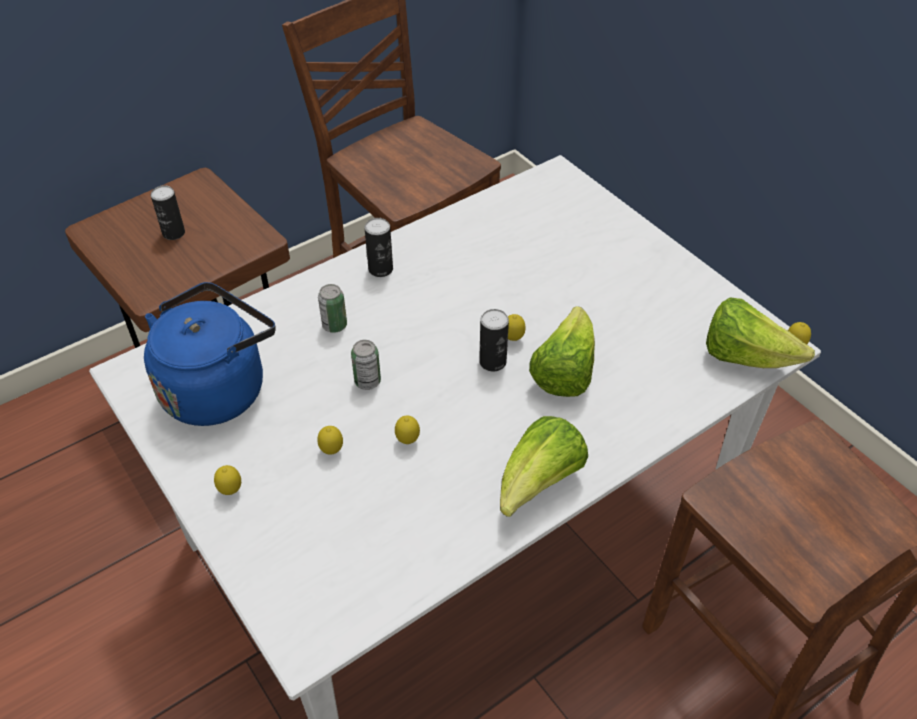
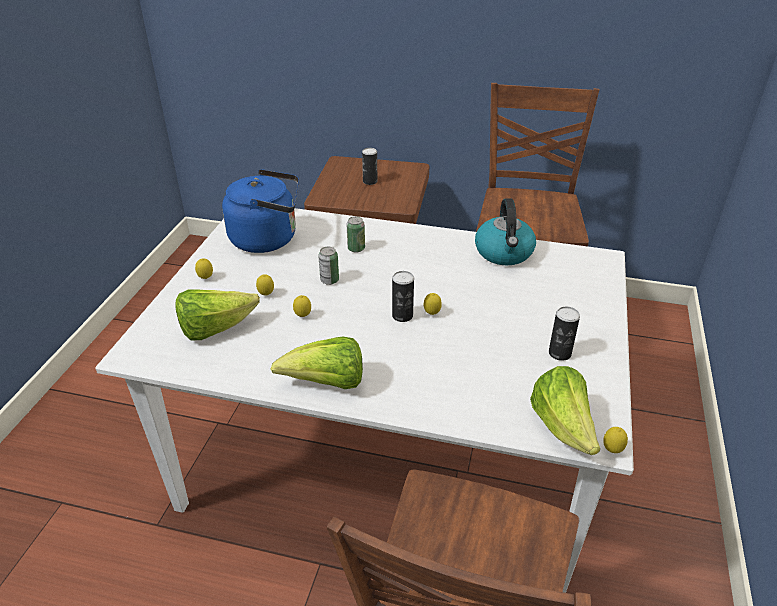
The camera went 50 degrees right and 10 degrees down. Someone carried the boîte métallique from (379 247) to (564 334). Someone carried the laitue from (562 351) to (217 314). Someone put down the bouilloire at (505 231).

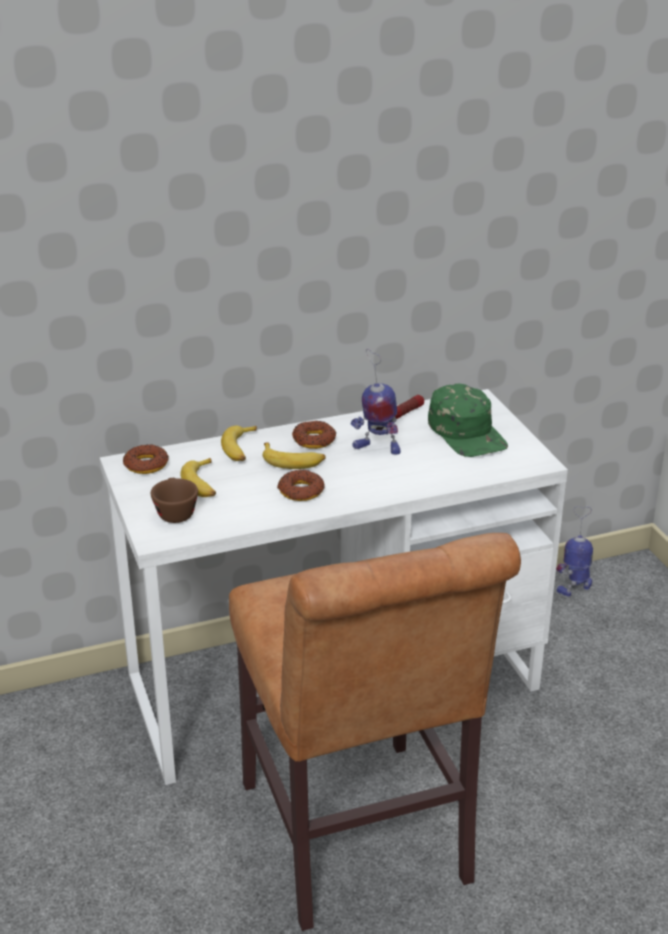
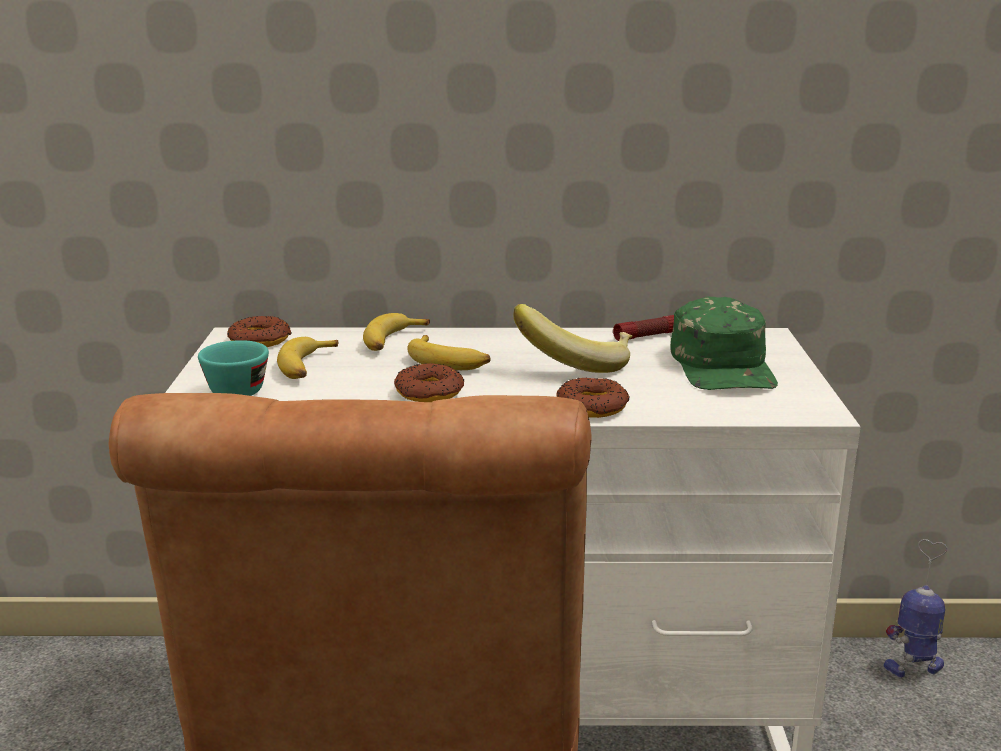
The camera went 20 degrees right and 10 degrees down. Someone swapped the robot jouet at (375 402) for the banane at (572 338). Someone carried the beignet from (314 435) to (593 398). Someone repainted the tasse/marron at (174 500), which became the tasse/turquoise at (233 368).

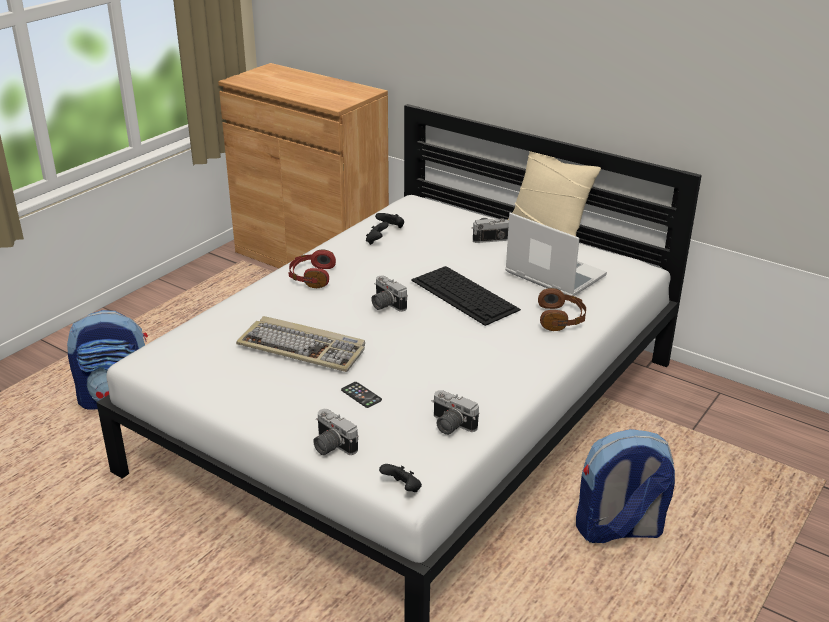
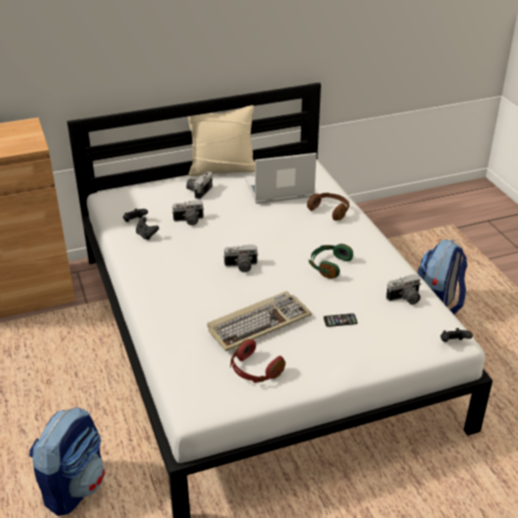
The camera went 55 degrees left and 5 degrees up. Someone carried the casque audio/rouge from (312 269) to (257 361). Someone took away the clavier at (466 296). Someone carried the appareil photo from (335 432) to (188 212). Someone put down the casque audio/vert at (331 261).

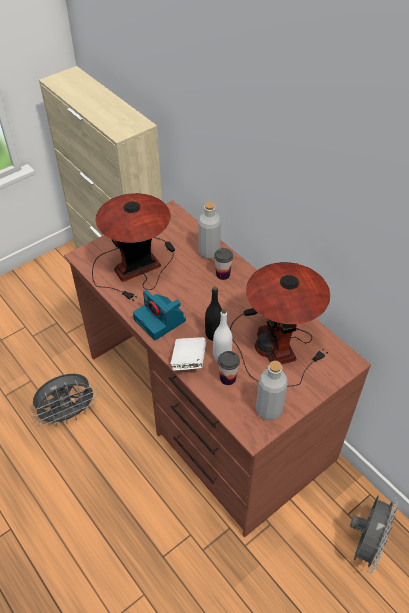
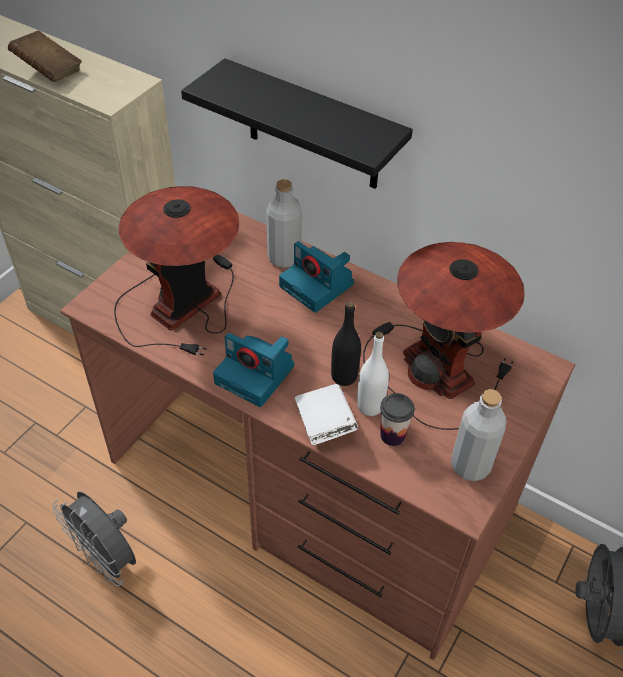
The camera went 20 degrees left and 0 degrees up. Someone swapped the tasse at (223 264) for the appareil photo at (316 277). Someone rotated the ventilateur/gris at (65 400) by 90 degrees clockwise. Someone put down the livre/marron at (45 56). Someone put up the étagère/noir at (297 123).

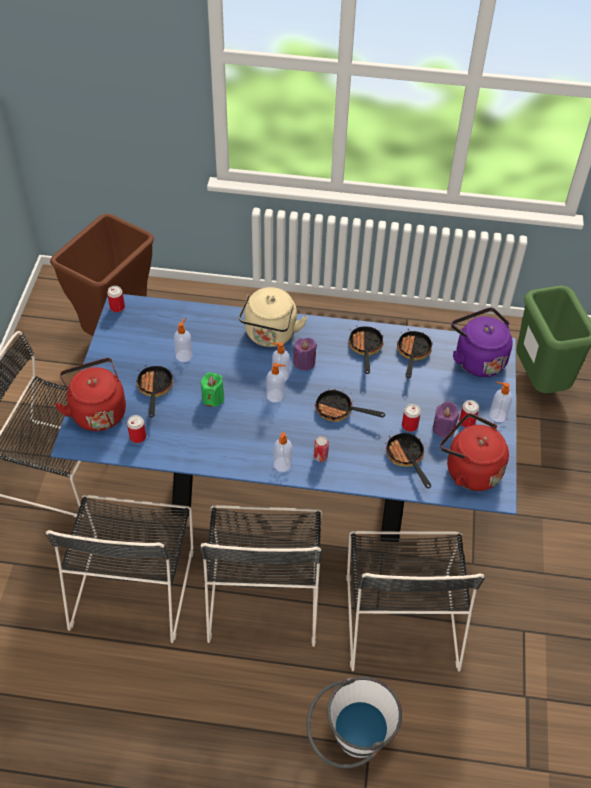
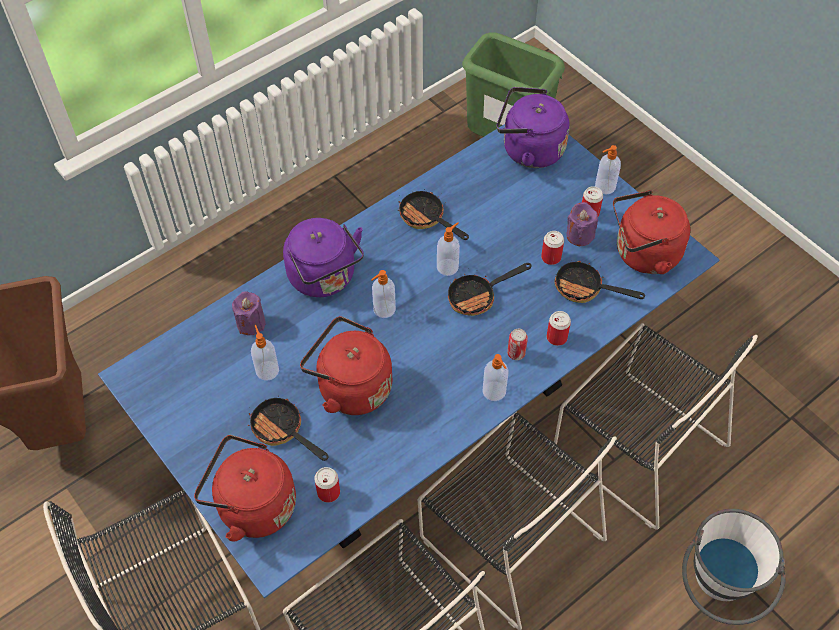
The camera went 45 degrees left and 5 degrees up. Someone carried the boîte métallique from (116 299) to (559 328). Someone repainted the bouilloire/beige at (273 317), which became the bouilloire/violet at (323 257). Someone took away the poêle at (415 353). Someone carried the bougie/violet from (305 354) to (249 313). Someone carried the distributeur de savon from (276 383) to (448 249). Someone swapped the bougie/vert at (212 389) for the bouilloire/rouge at (346 365).

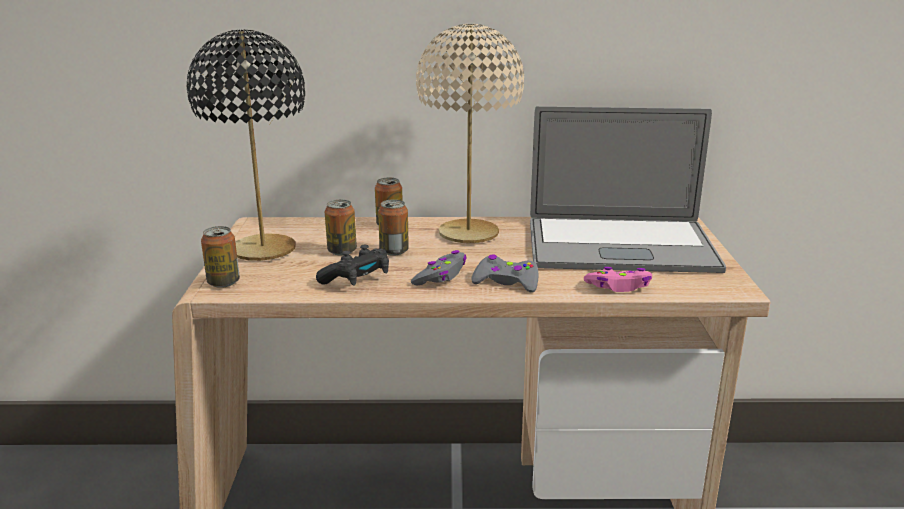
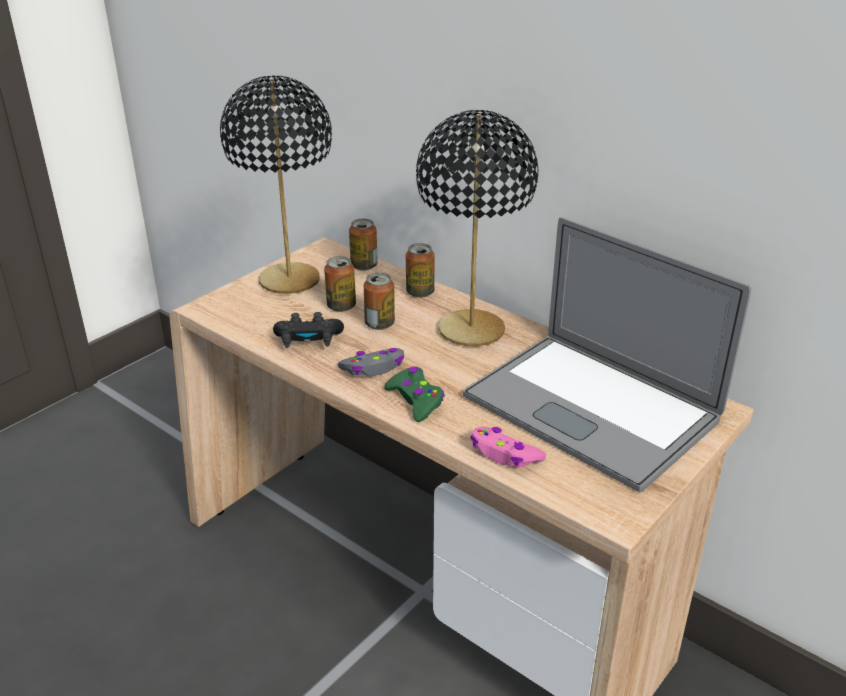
The camera went 40 degrees right and 10 degrees up. Someone repainted the lampe de table/beige at (470 133), which became the lampe de table/noir at (477 228). Someone carried the boîte métallique from (220 257) to (363 245). Someone repainted the manette/gris at (504 273), which became the manette/vert at (414 394).

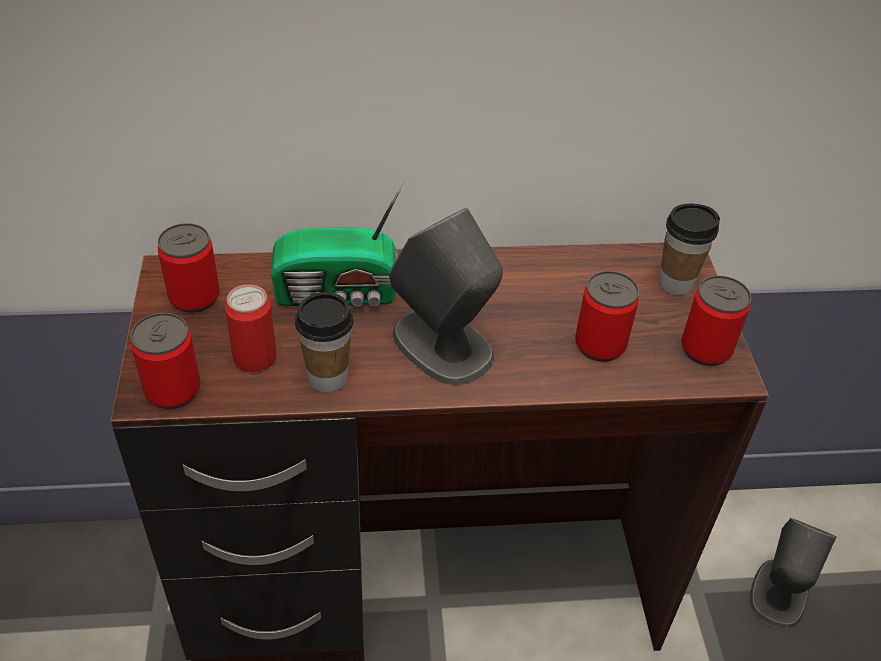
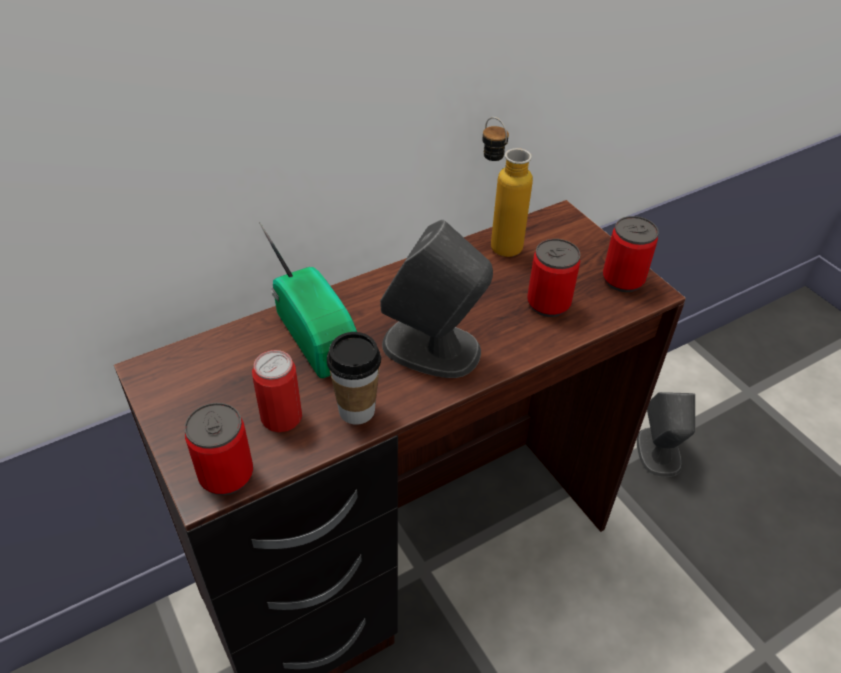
The camera went 25 degrees left and 0 degrees up. Someone rotated the radio at (337 243) by 90 degrees counterclockwise. Someone took away the tasse at (689 249). Someone took away the boîte métallique at (189 268). Someone put down the bouteille at (507 187).

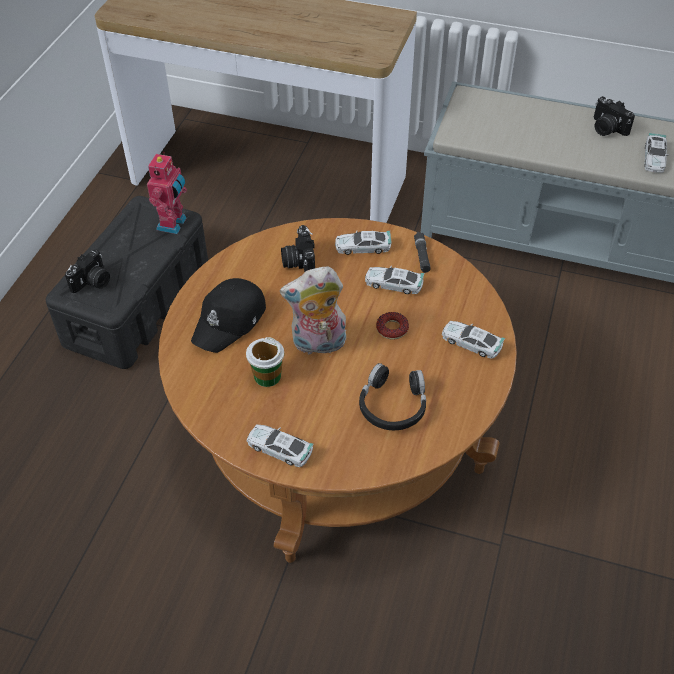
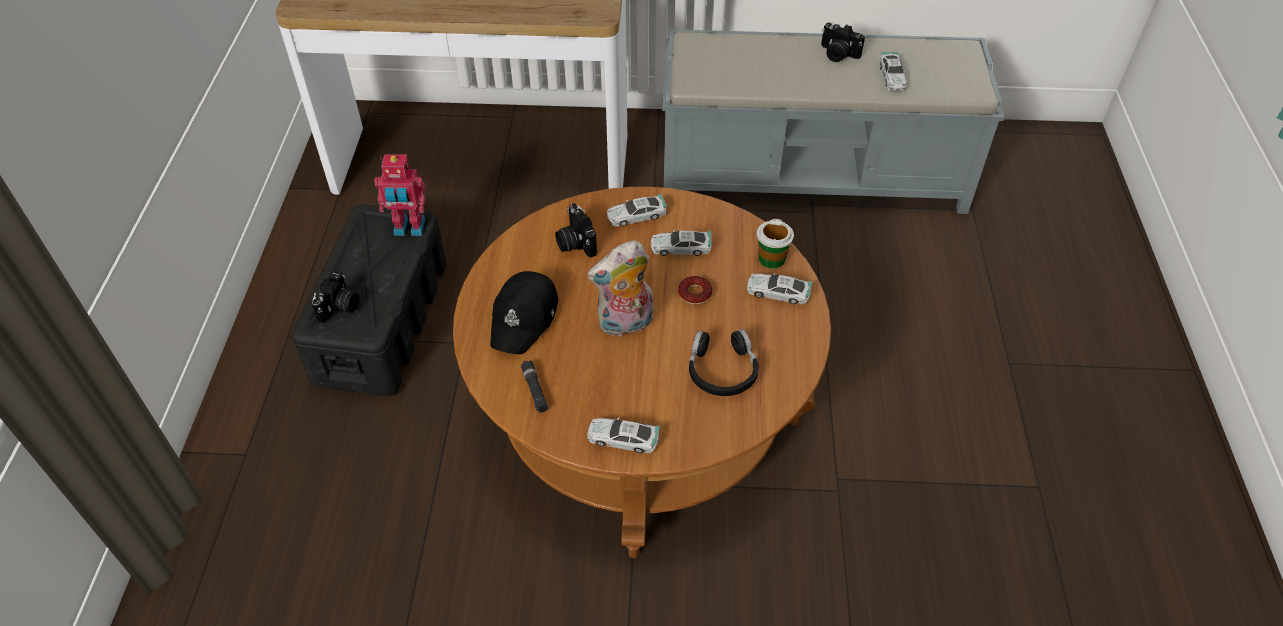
The camera went 15 degrees left and 0 degrees up. Someone rotated the robot jouet at (167 193) by 90 degrees clockwise. Someone carried the lampe de poche/noir from (422 252) to (534 386). Someone carried the tasse from (265 362) to (775 244).

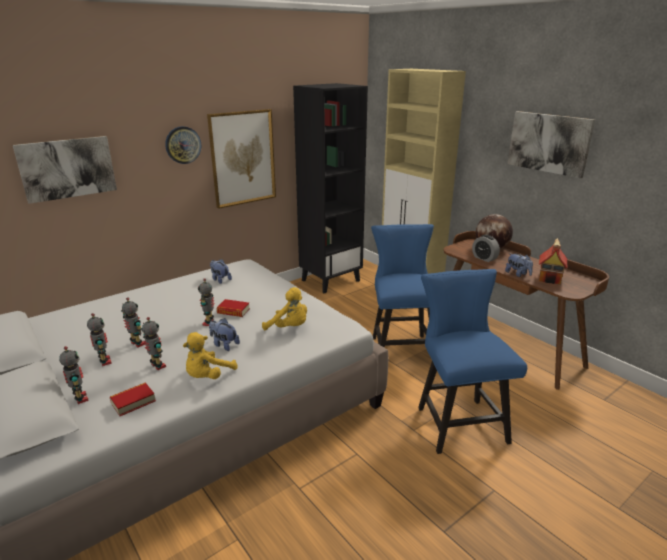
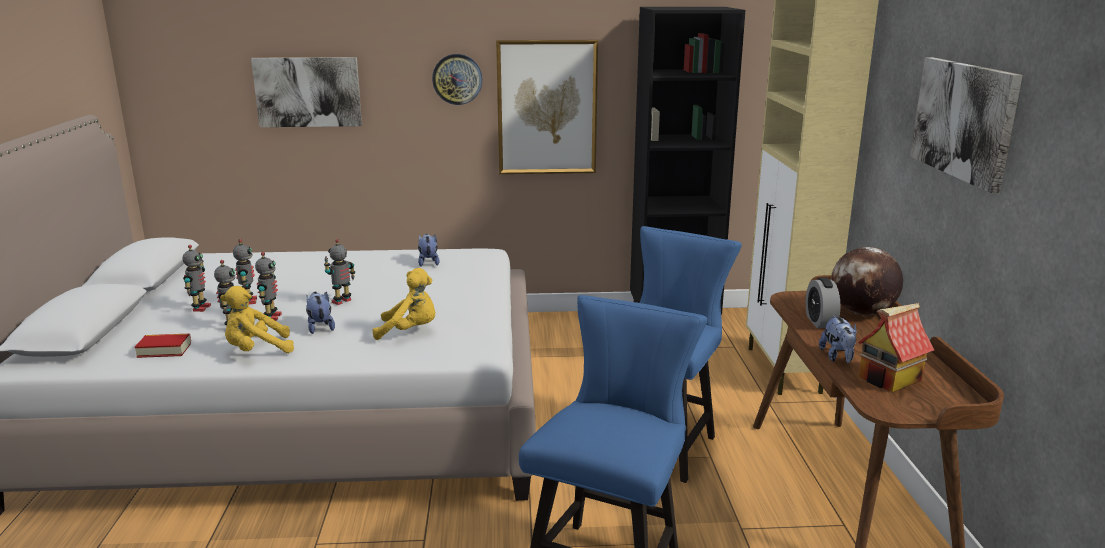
The camera went 35 degrees right and 5 degrees down. Someone rotated the peluche/jaune at (284 308) by 60 degrees counterclockwise. Someone took away the livre at (233 308). Someone carried the robot jouet from (74 375) to (268 286).

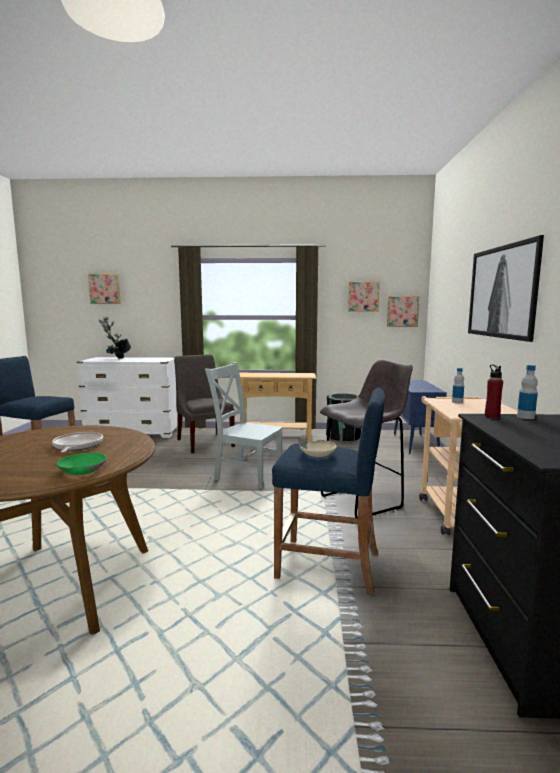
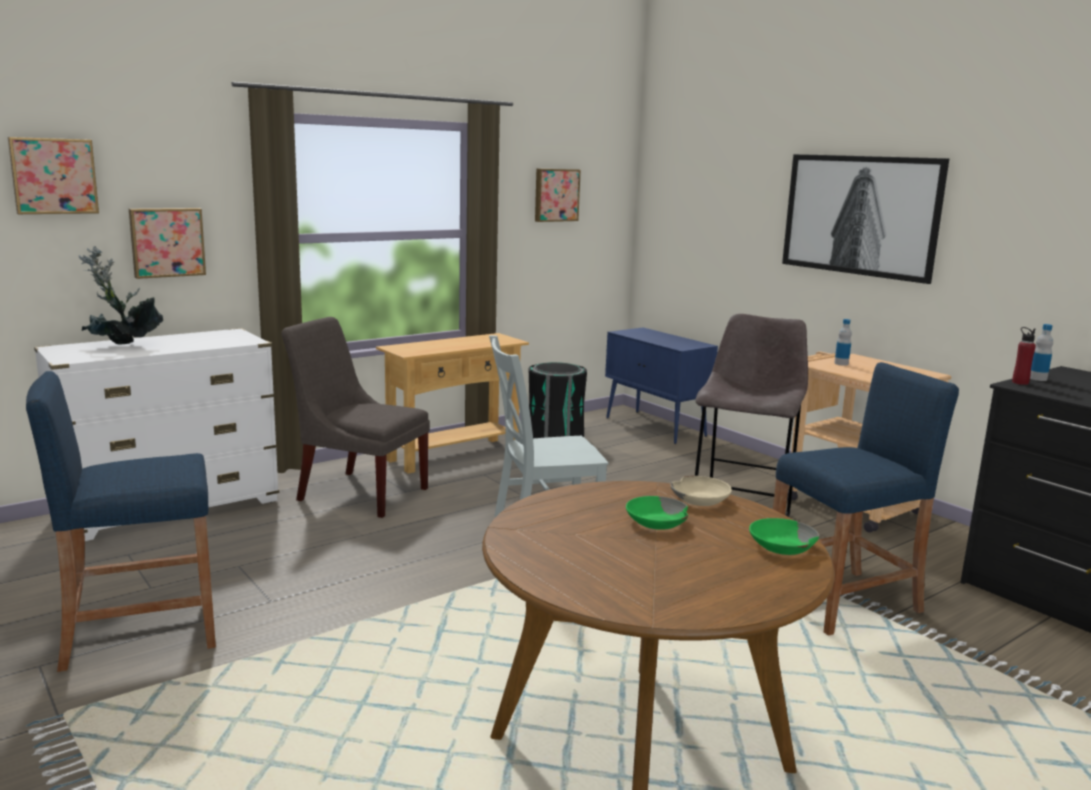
The camera went 40 degrees left and 5 degrees up. Someone carried the tableau from (403 311) to (167 243). Someone swapped the poêle at (77 442) for the bol/vert at (657 513). Someone carried the bol/beige from (318 448) to (701 491).

